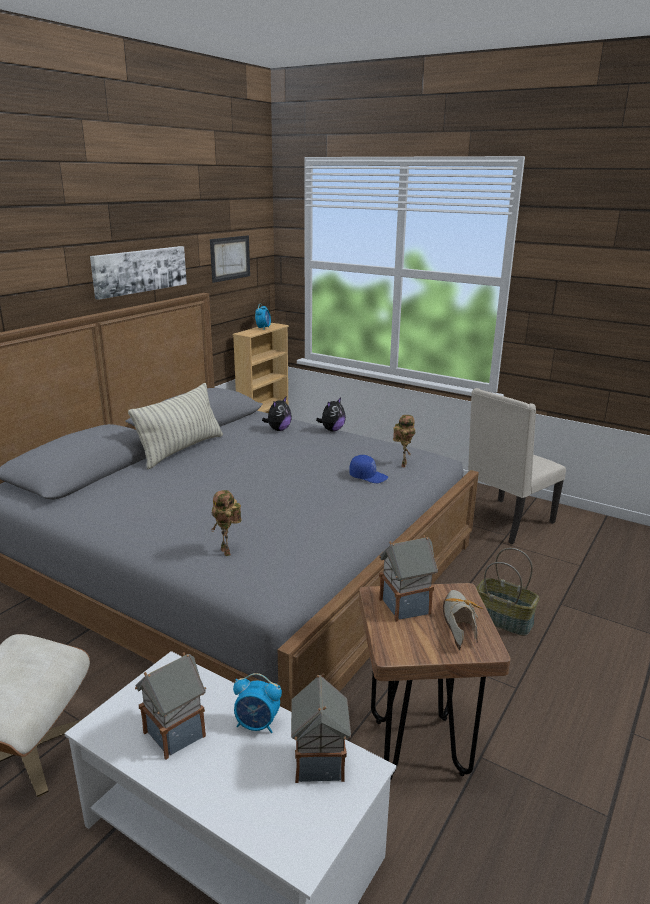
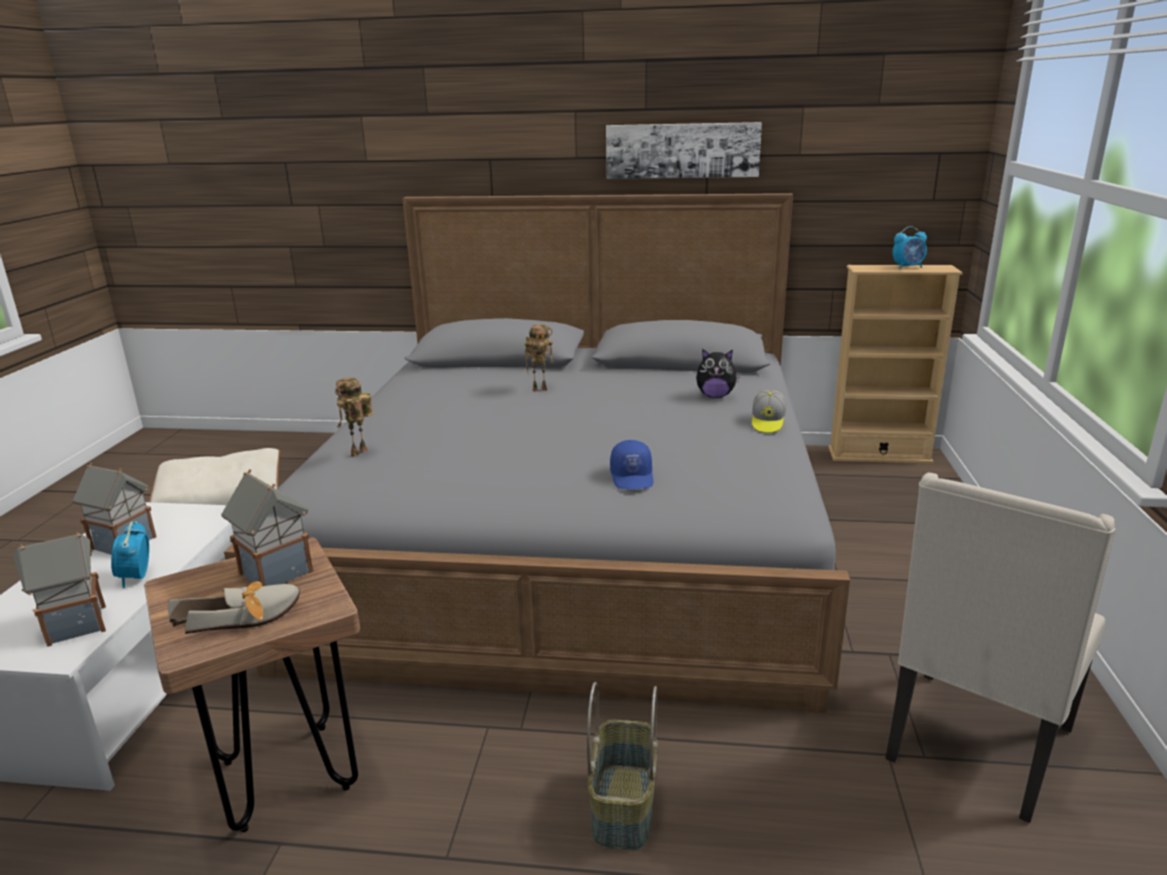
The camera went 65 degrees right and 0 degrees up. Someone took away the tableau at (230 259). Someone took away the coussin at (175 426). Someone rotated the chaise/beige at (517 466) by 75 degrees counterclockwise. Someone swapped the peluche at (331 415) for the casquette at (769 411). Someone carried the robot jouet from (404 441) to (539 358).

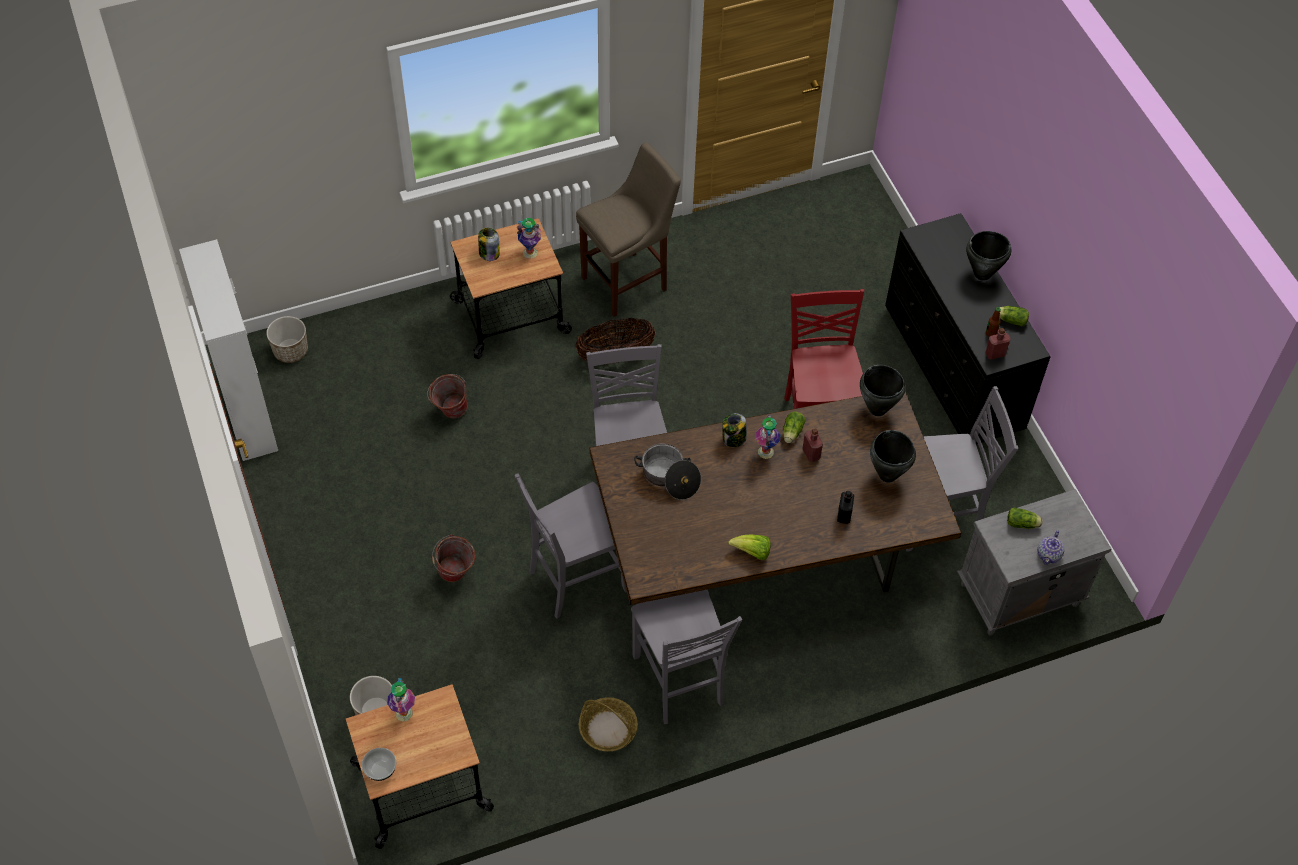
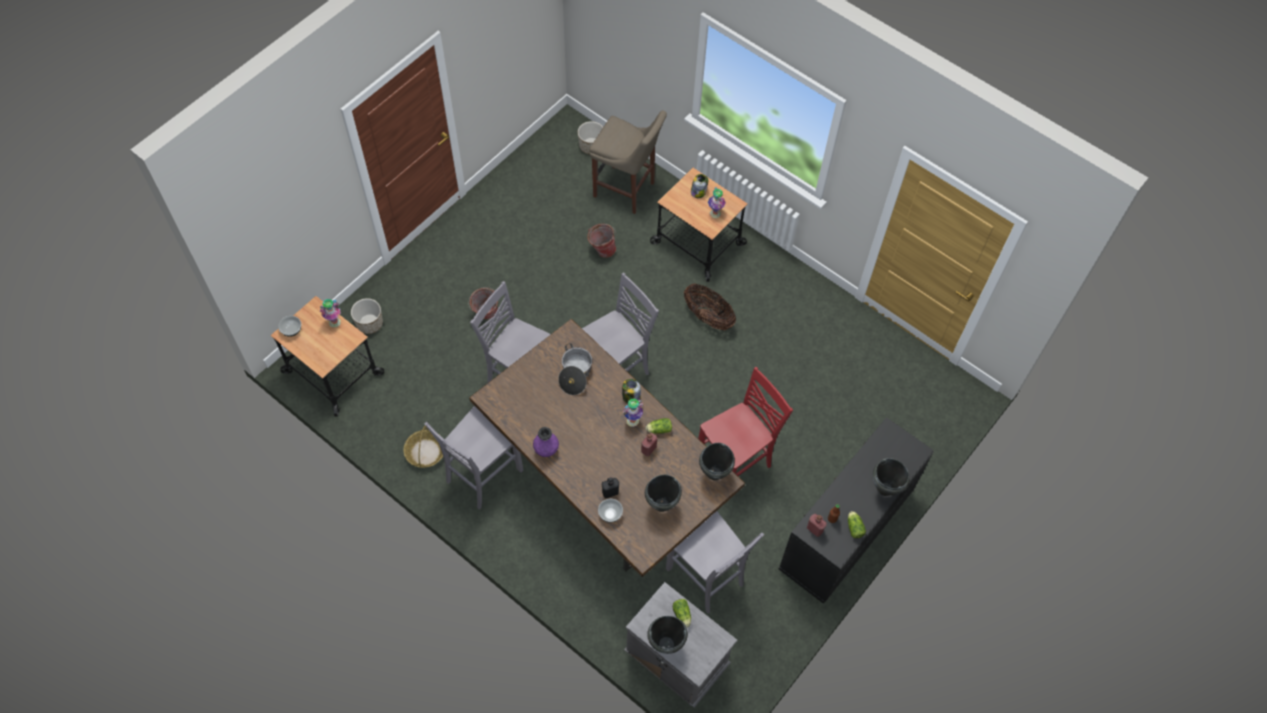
The camera went 60 degrees right and 5 degrees up. Someone carried the tabouret/beige from (628 230) to (628 162). Someone took away the meuble de rangement/blanc at (228 350). Someone swapped the théière at (1051 547) for the marmite/noir at (667 635). Someone swapped the laitue at (749 547) for the vase/violet at (546 442). Someone put down the bol at (610 511).

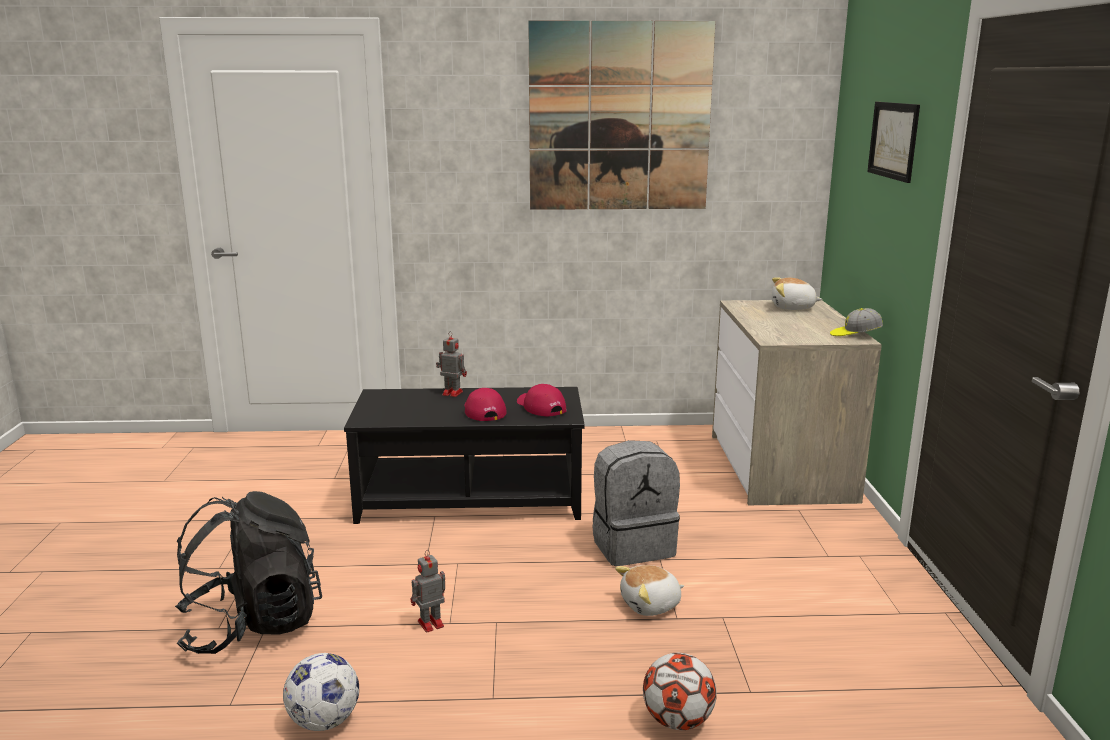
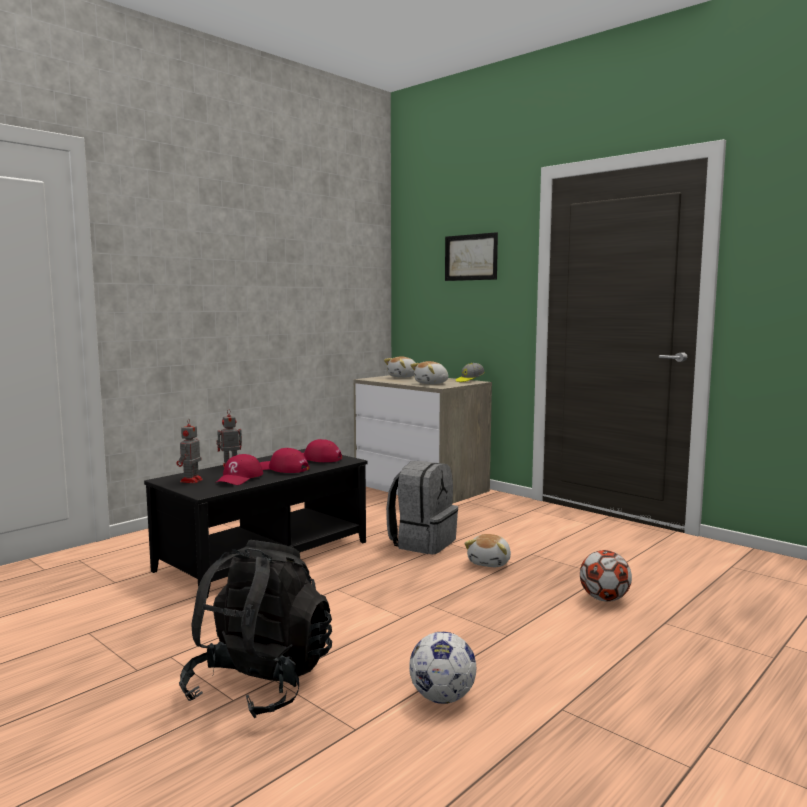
The camera went 45 degrees left and 10 degrees down. Someone took away the tableau at (622 115). Someone carried the robot jouet from (428 591) to (190 451). Someone put down the peluche at (429 372). Someone put down the casquette/rouge at (240 469).

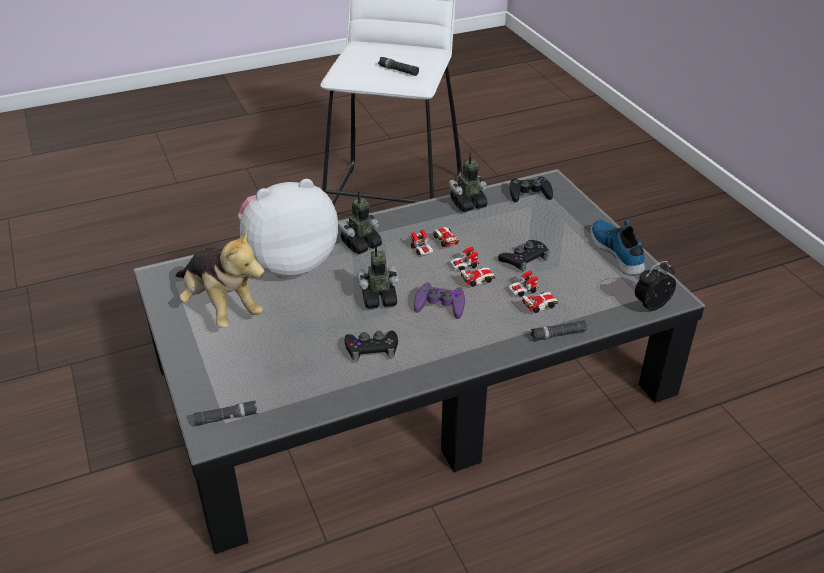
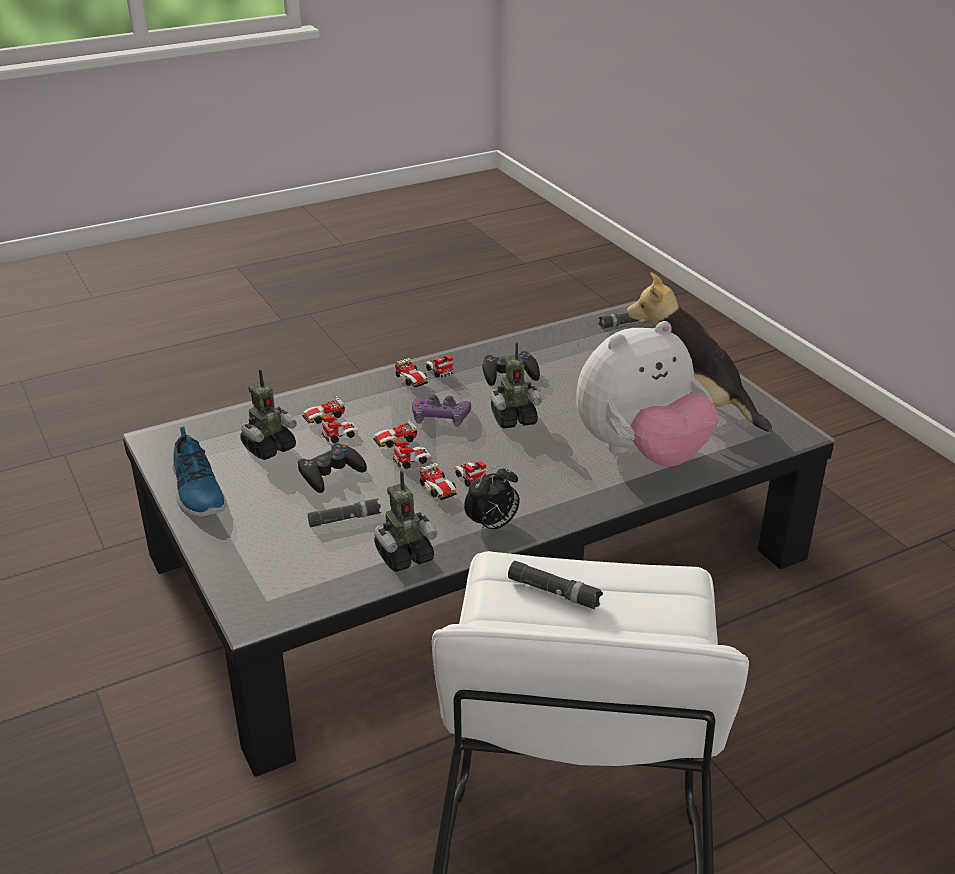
The camera went 175 degrees right and 5 degrees down. Someone took away the manette/noir at (531 189). Someone carried the robot jouet from (360 222) to (268 414). Someone carried the réveil from (655 286) to (492 499). Someone carried the lampe de poche/noir from (559 330) to (344 512). Someone put down the petite voiture at (424 371).

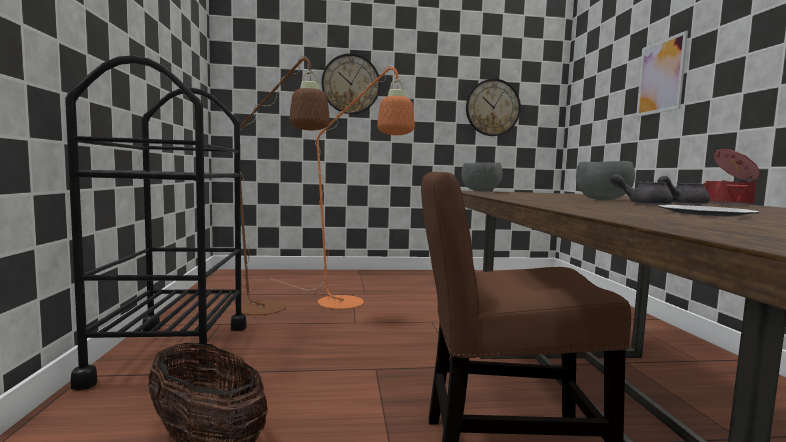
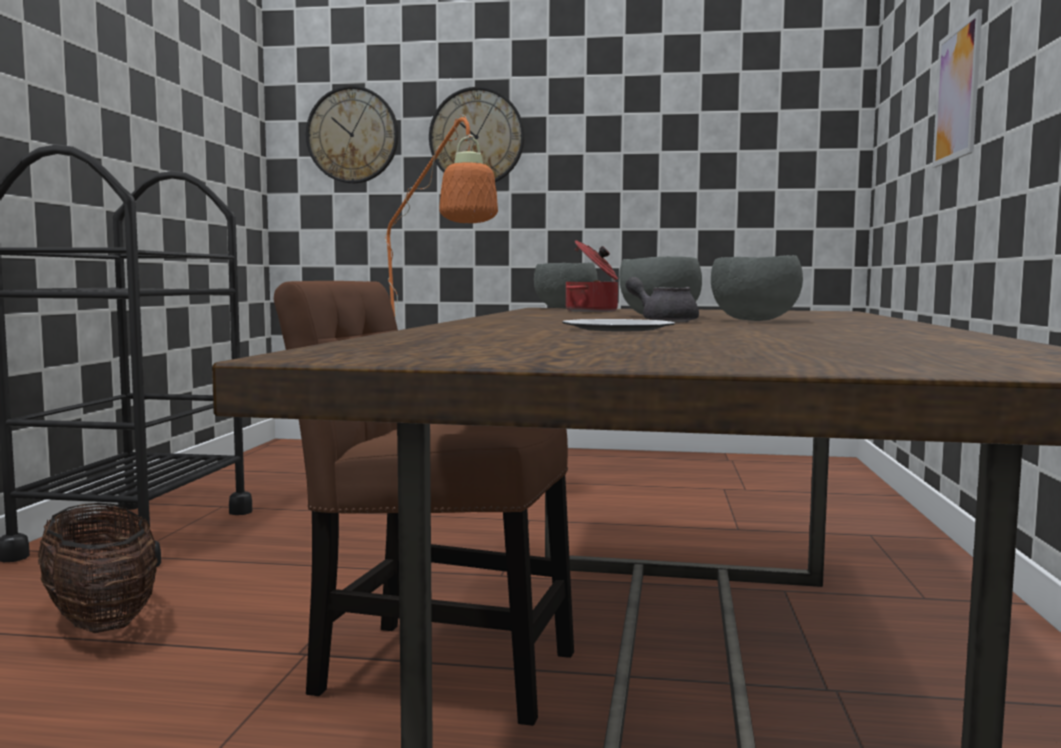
The camera went 15 degrees right and 0 degrees up. Someone took away the lampadaire/marron at (263 185). Someone carried the horloge murale from (493 107) to (352 134). Someone carried the marmite from (732 177) to (592 276). Someone swapped the théière/gris at (684 190) for the bol/gris at (757 288).

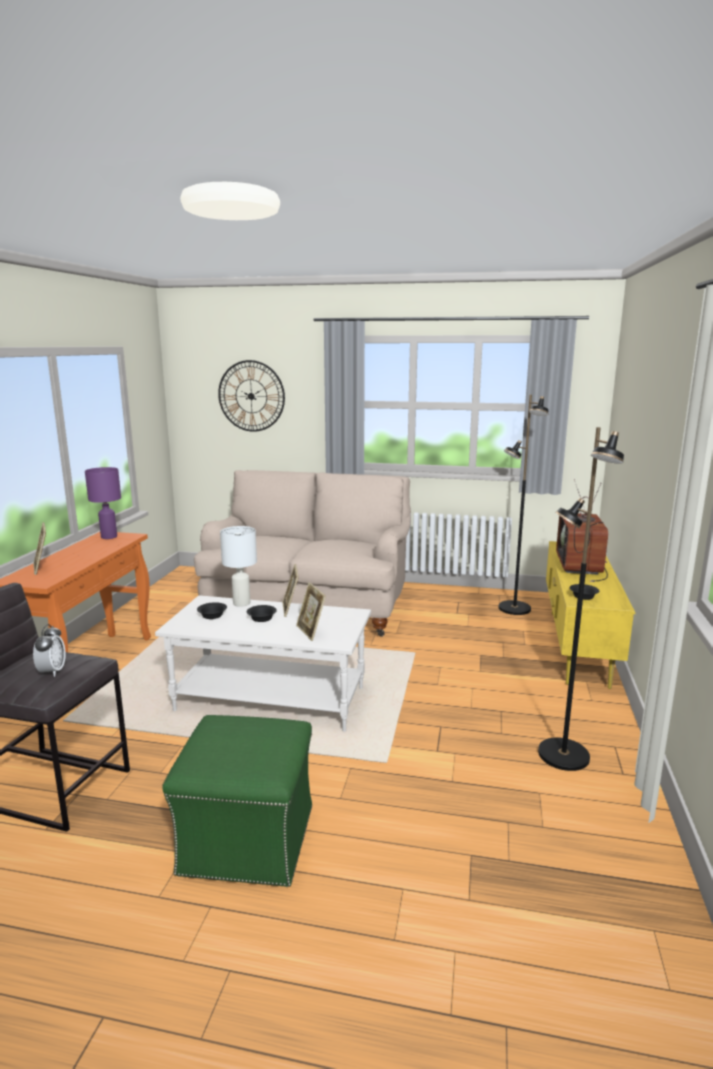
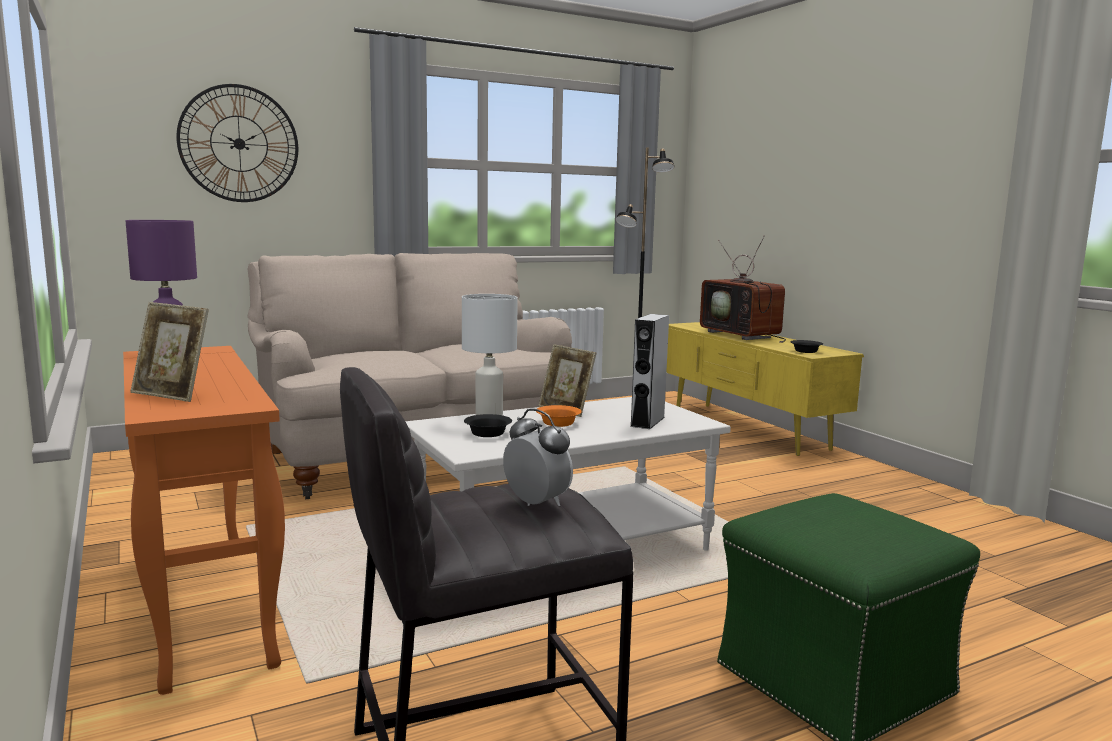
The camera went 40 degrees left and 5 degrees down. Someone took away the lampadaire/noir at (581 599). Someone swapped the cadre photo at (311 611) for the enceinte/gris at (649 371). Someone repainted the bol/noir at (262 613), which became the bol/orange at (559 416).

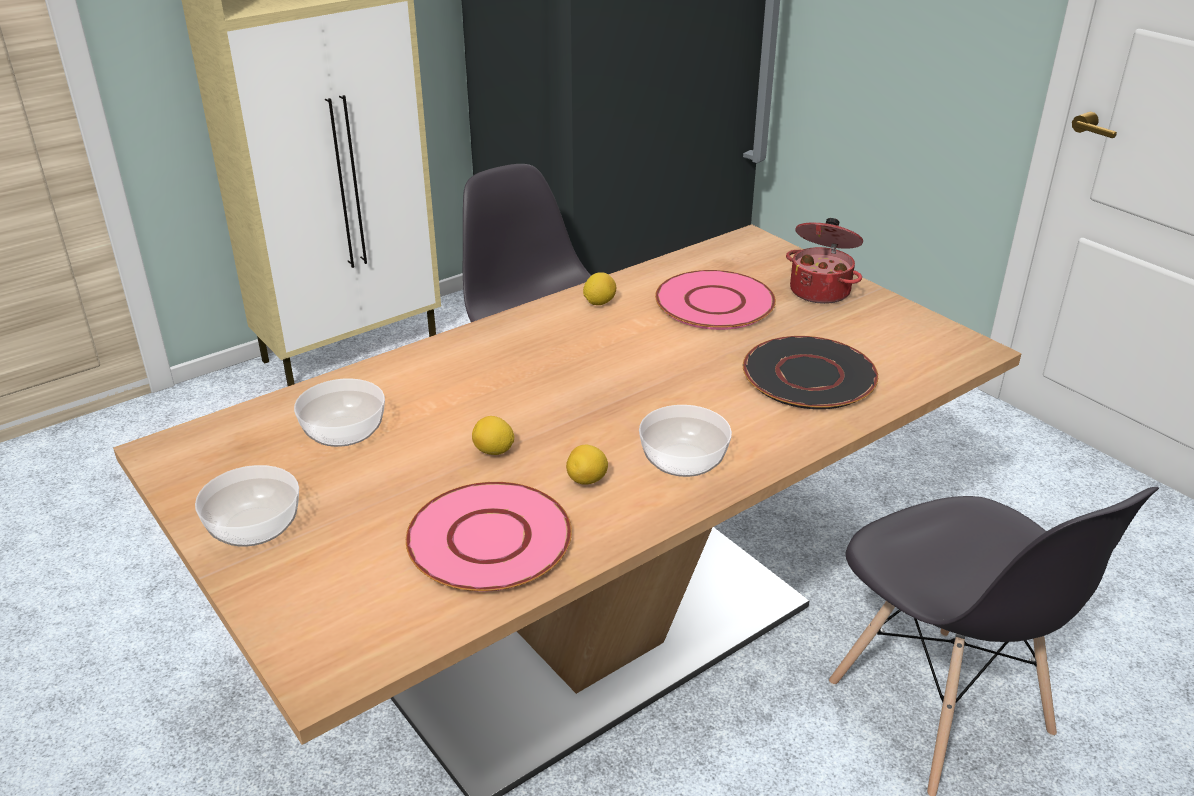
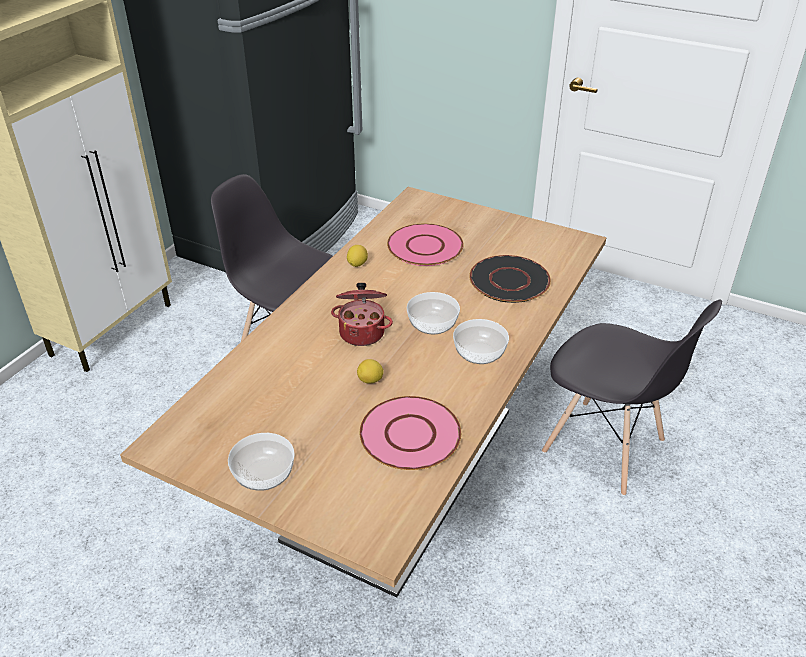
The camera went 25 degrees left and 5 degrees up. Someone carried the marmite from (824 261) to (362 314). Someone carried the bol from (339 413) to (433 313). Someone took away the citron at (587 465).

